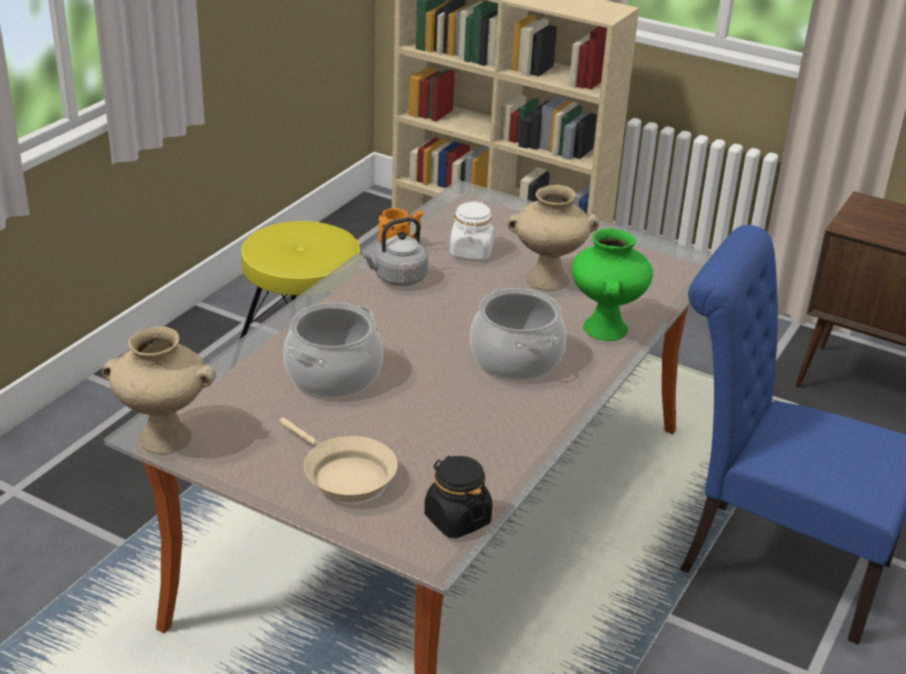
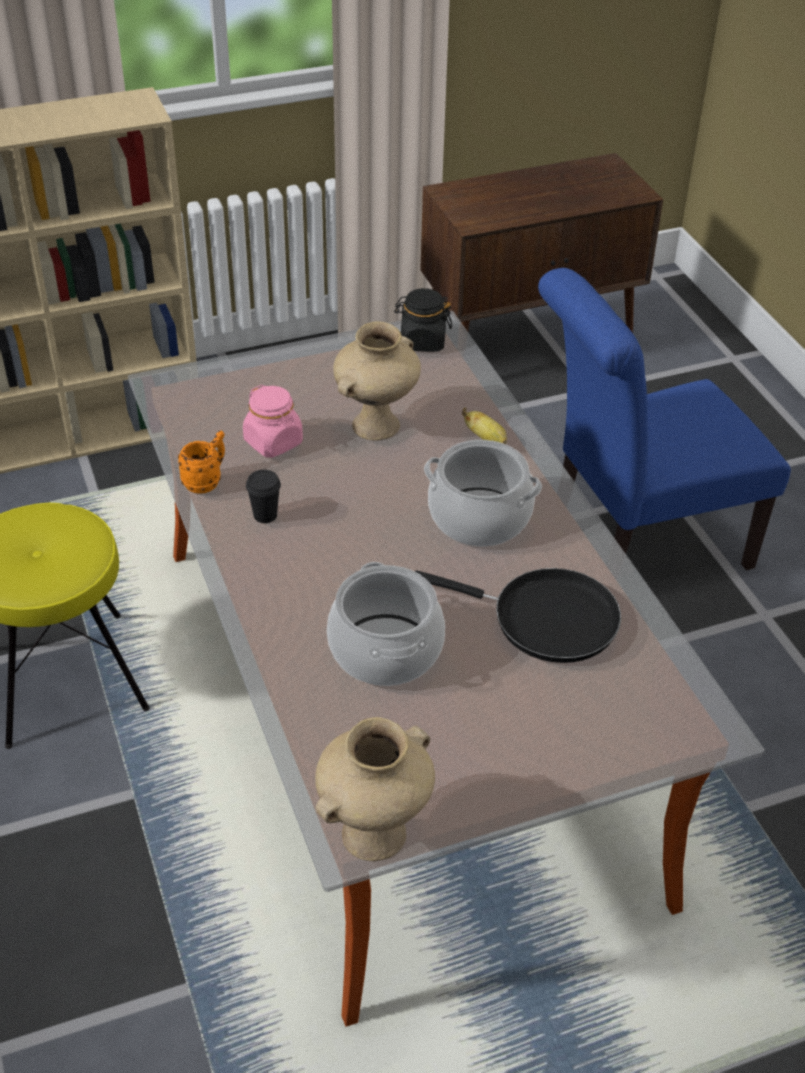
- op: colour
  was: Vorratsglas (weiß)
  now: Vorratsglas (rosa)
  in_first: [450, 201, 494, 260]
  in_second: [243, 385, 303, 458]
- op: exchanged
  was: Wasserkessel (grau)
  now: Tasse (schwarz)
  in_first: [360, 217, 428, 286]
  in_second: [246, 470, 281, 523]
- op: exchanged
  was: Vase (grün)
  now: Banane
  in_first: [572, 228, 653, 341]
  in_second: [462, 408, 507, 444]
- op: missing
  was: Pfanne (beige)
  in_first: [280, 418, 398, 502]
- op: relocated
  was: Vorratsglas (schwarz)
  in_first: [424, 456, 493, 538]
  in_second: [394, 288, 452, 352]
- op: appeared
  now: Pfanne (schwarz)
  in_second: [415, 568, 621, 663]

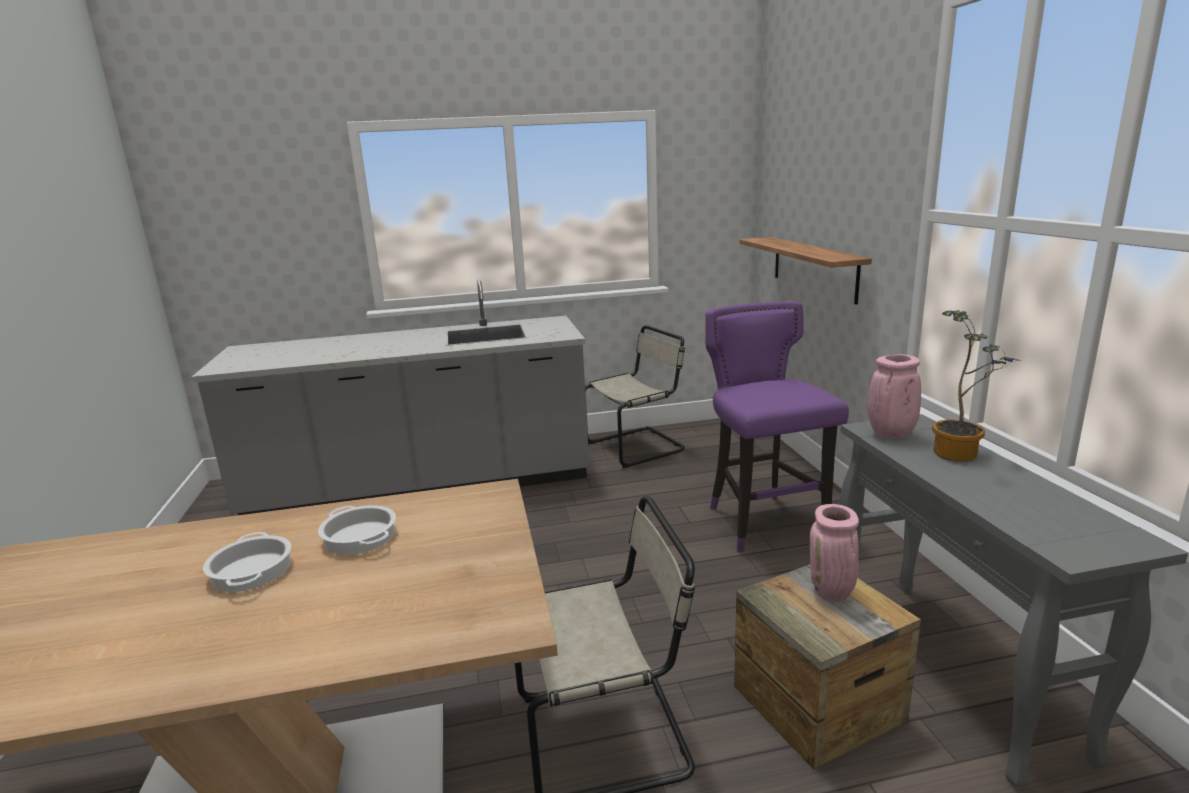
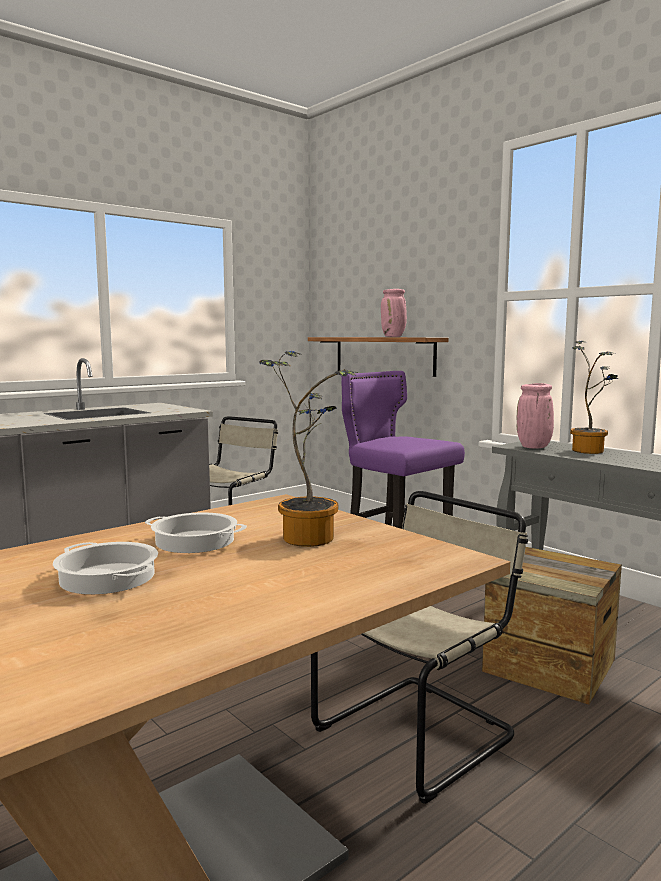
- op: relocated
  was: Vase (rosa)
  in_first: [810, 504, 859, 602]
  in_second: [381, 289, 407, 337]
- op: appeared
  now: Topfpflanze
  in_second: [259, 351, 358, 547]

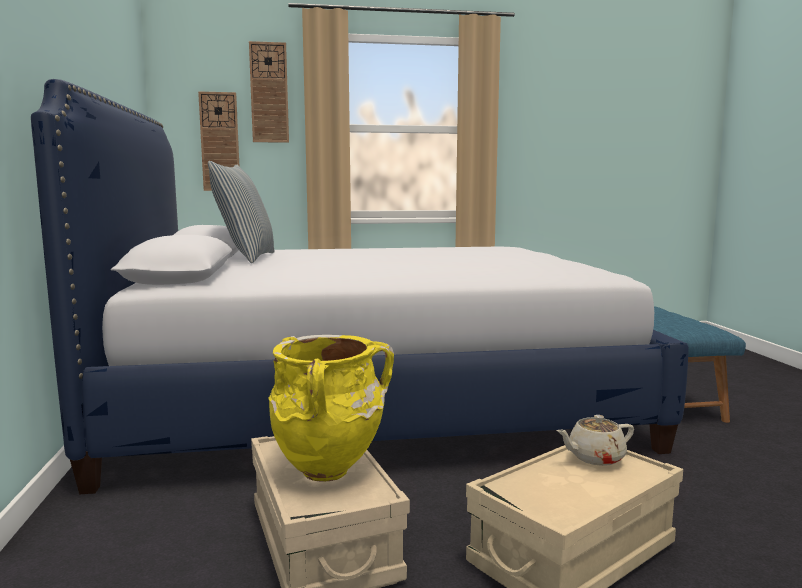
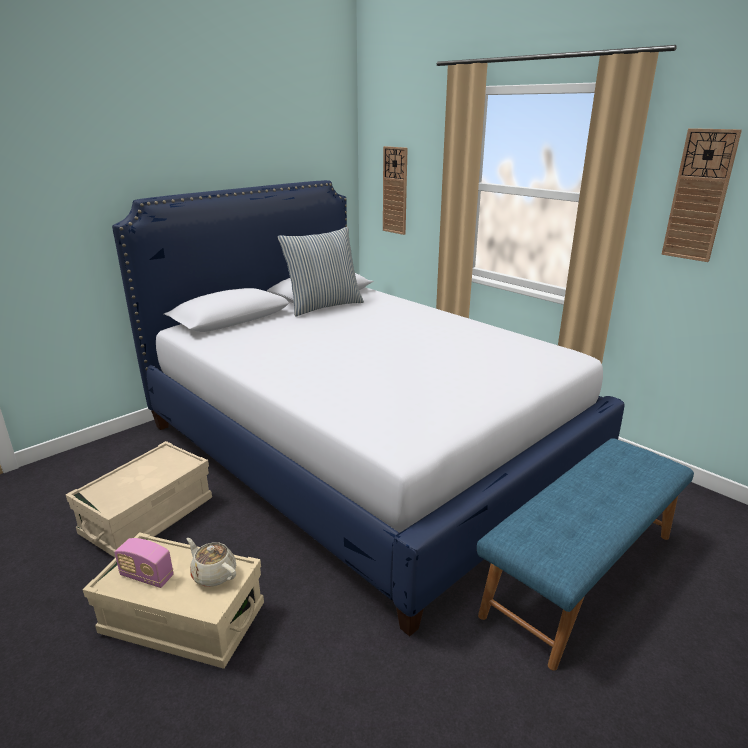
- op: relocated
  was: Wanduhr
  in_first: [249, 41, 289, 143]
  in_second: [661, 128, 742, 262]
- op: missing
  was: Vase (gelb)
  in_first: [268, 335, 394, 481]
- op: appeared
  now: Radio
  in_second: [115, 538, 174, 588]

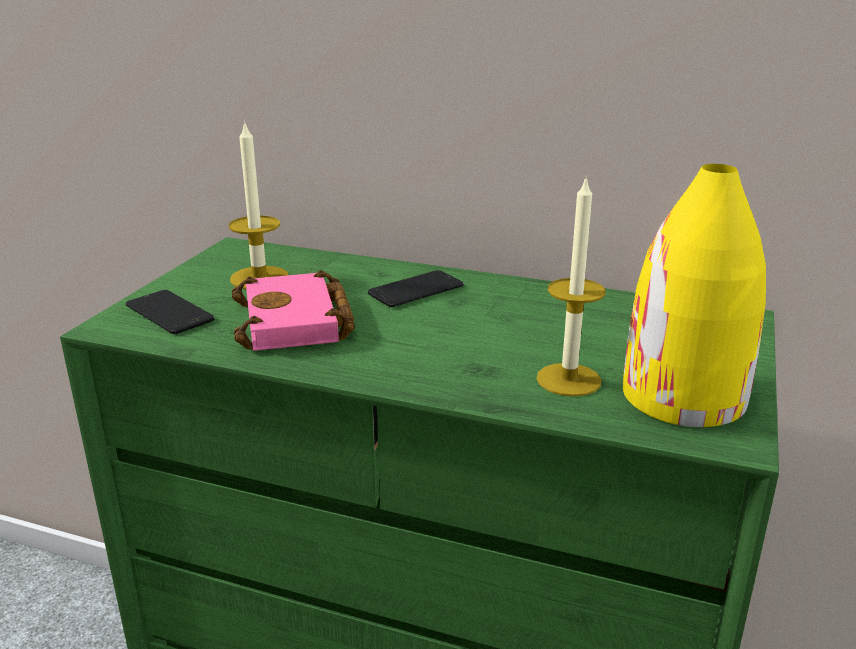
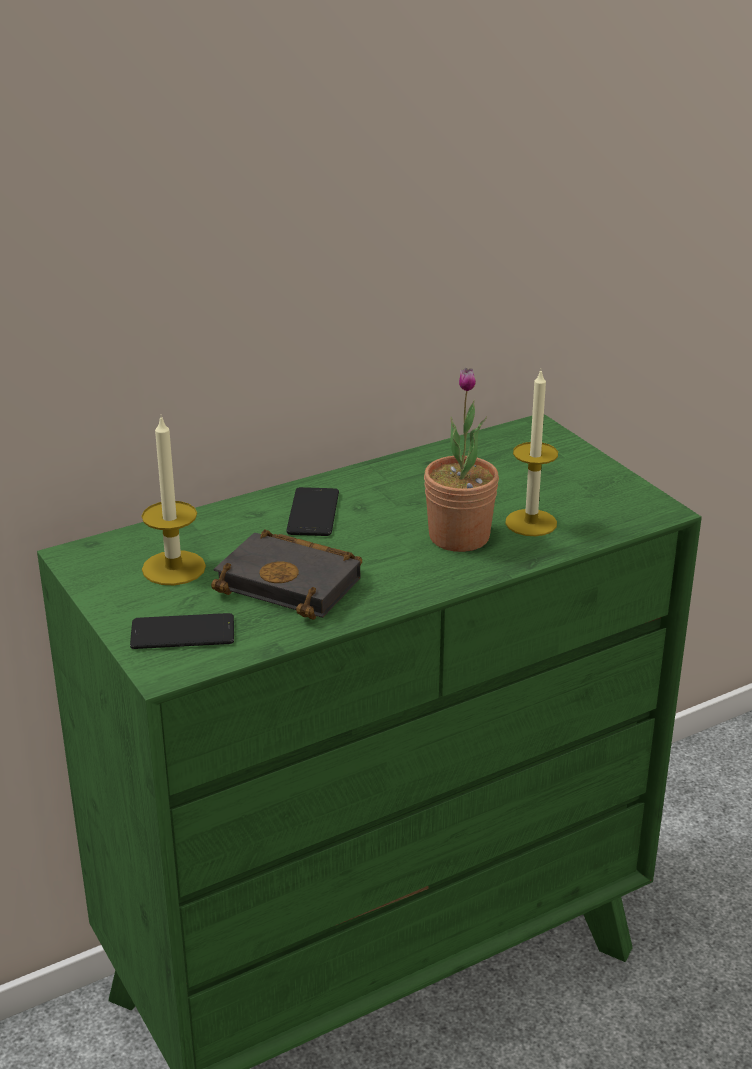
- op: missing
  was: Vase (gelb)
  in_first: [623, 164, 766, 427]
- op: colour
  was: Buch (rosa)
  now: Buch (schwarz)
  in_first: [232, 270, 355, 351]
  in_second: [211, 530, 362, 620]
- op: appeared
  now: Topfpflanze
  in_second: [424, 368, 499, 552]

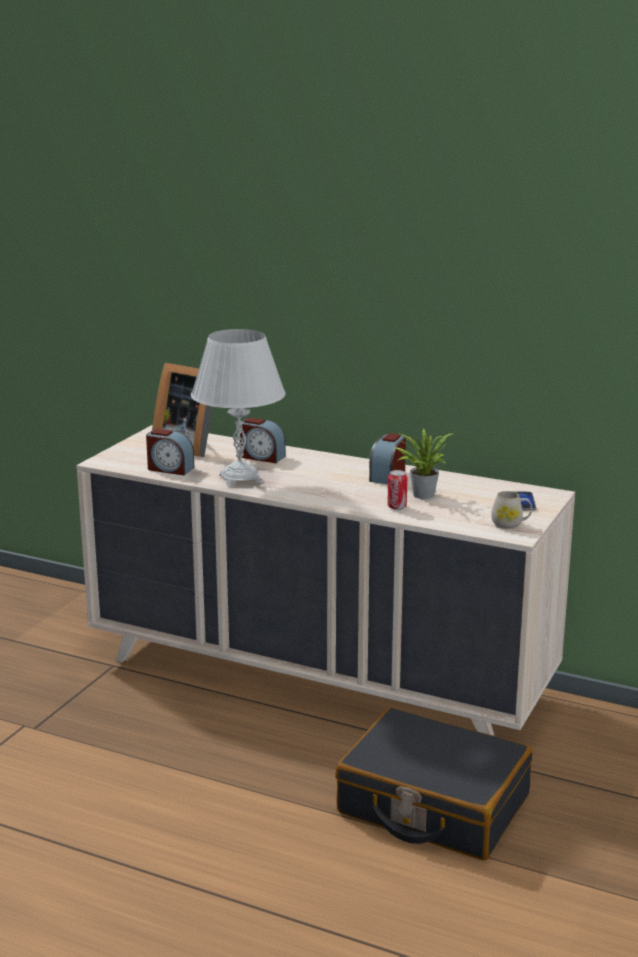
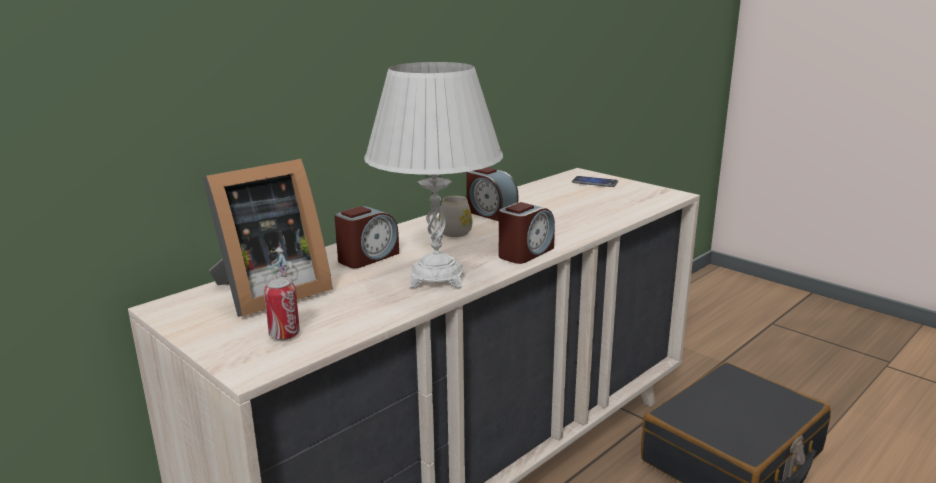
- op: missing
  was: Topfpflanze
  in_first: [394, 428, 453, 499]
- op: relocated
  was: Wecker
  in_first: [146, 429, 194, 475]
  in_second: [499, 202, 555, 264]
- op: relocated
  was: Dose
  in_first: [387, 470, 408, 510]
  in_second: [264, 277, 300, 340]
- op: relocated
  was: Henkelbecher (weiß)
  in_first: [491, 491, 532, 529]
  in_second: [438, 196, 472, 237]

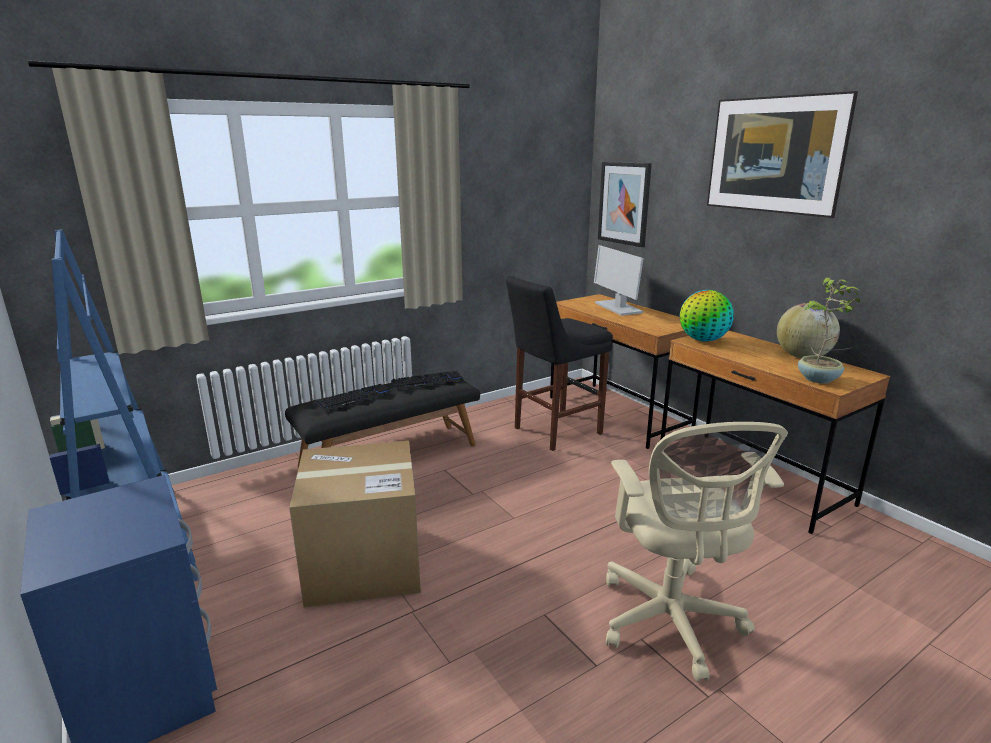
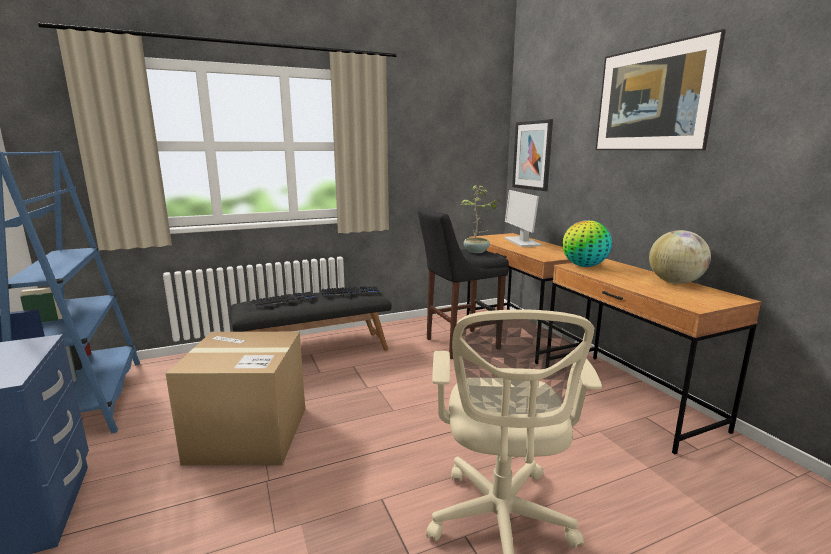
- op: relocated
  was: Topfpflanze
  in_first: [798, 277, 860, 384]
  in_second: [461, 185, 500, 253]

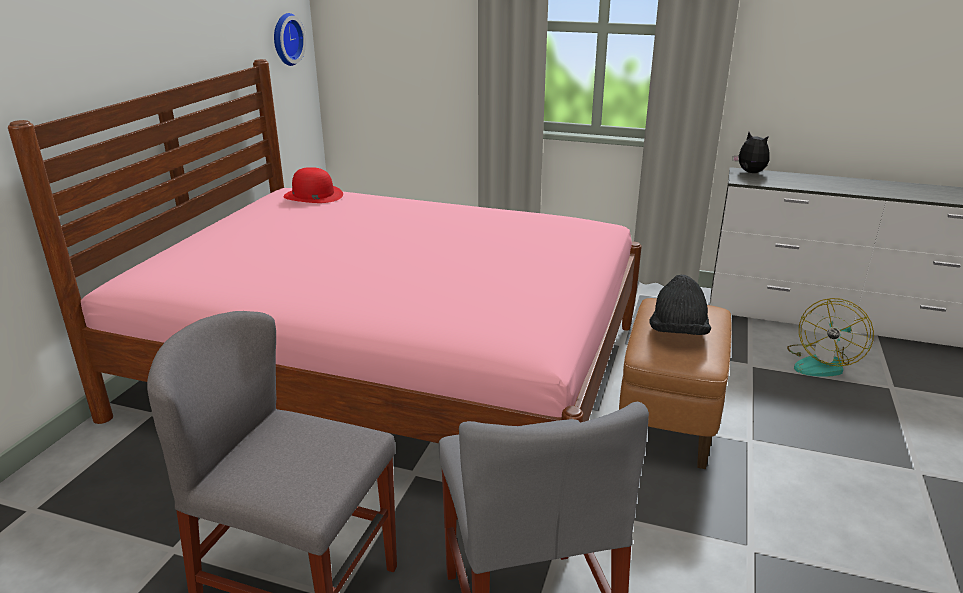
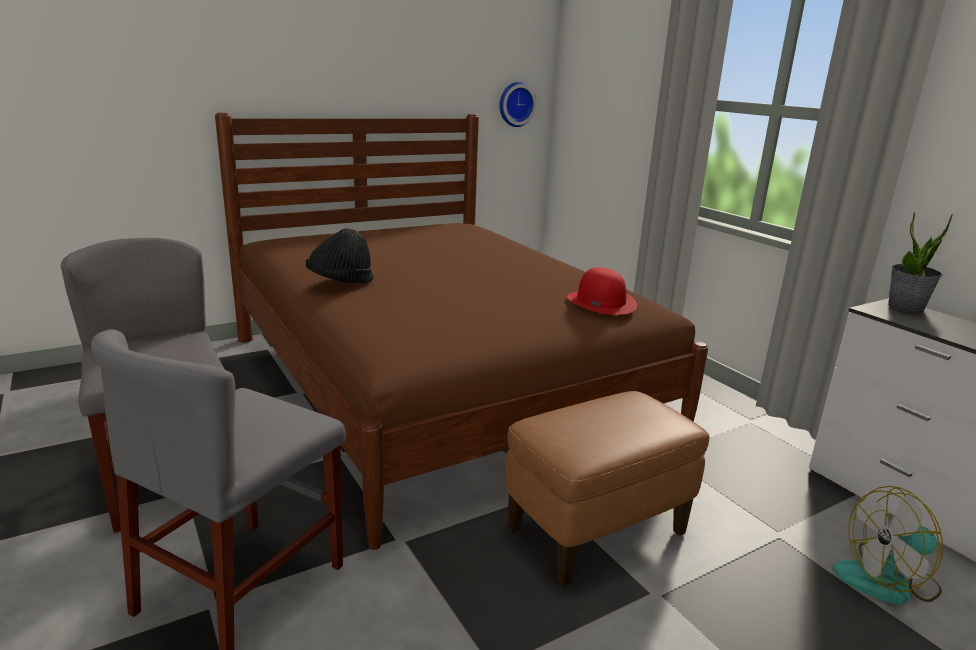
- op: colour
  was: Bett (rosa)
  now: Bett (braun)
  in_first: [8, 59, 642, 443]
  in_second: [215, 113, 708, 550]
- op: exchanged
  was: Plüschtier
  now: Topfpflanze
  in_first: [733, 132, 770, 173]
  in_second: [888, 212, 953, 313]
- op: relocated
  was: Hut (rot)
  in_first: [284, 167, 343, 203]
  in_second: [566, 267, 637, 315]
- op: relocated
  was: Hut (schwarz)
  in_first: [649, 275, 711, 335]
  in_second: [306, 228, 374, 283]

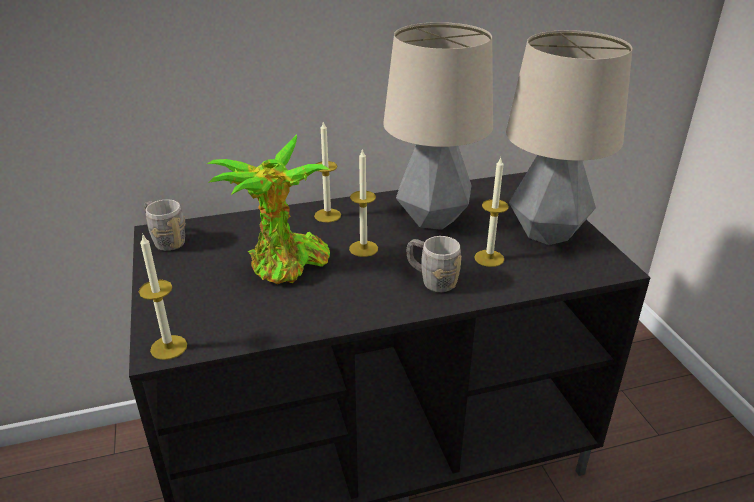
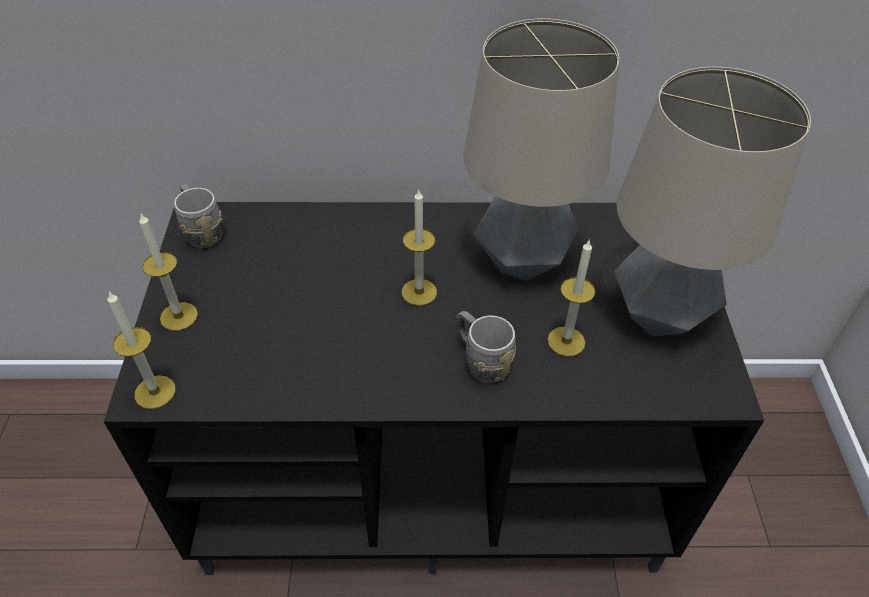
- op: relocated
  was: Kerze
  in_first: [314, 121, 341, 223]
  in_second: [139, 214, 198, 331]
- op: missing
  was: Topfpflanze
  in_first: [207, 134, 330, 284]

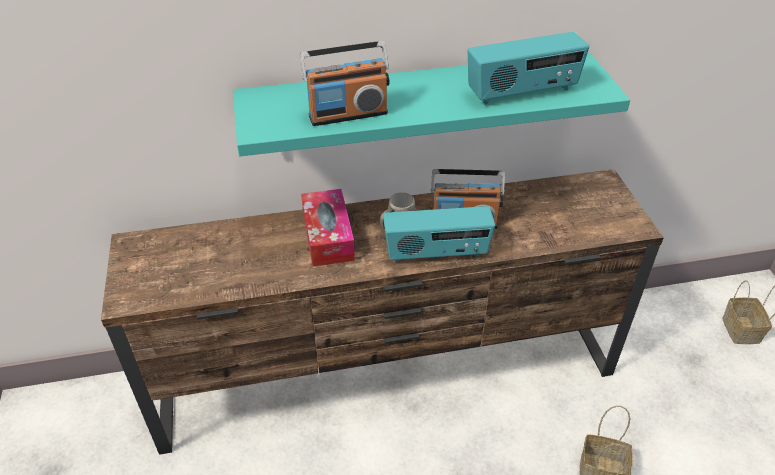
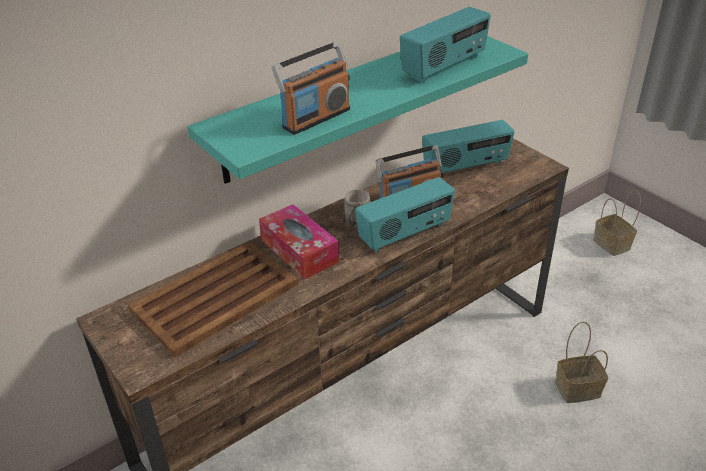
- op: appeared
  now: Radio
  in_second: [422, 120, 515, 173]
- op: appeared
  now: Tablett (braun)
  in_second: [128, 242, 298, 357]

